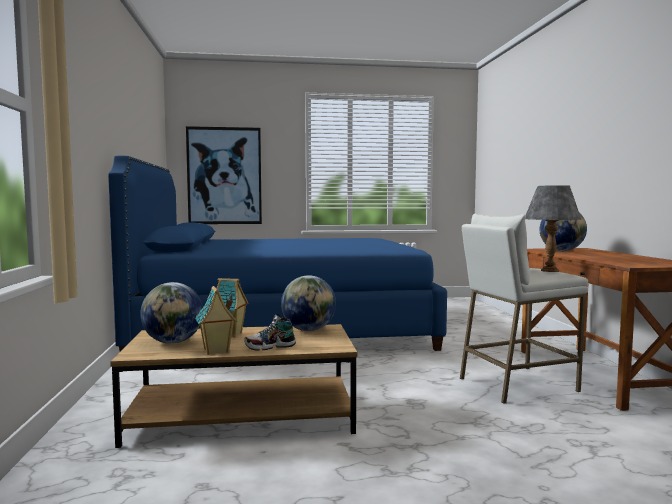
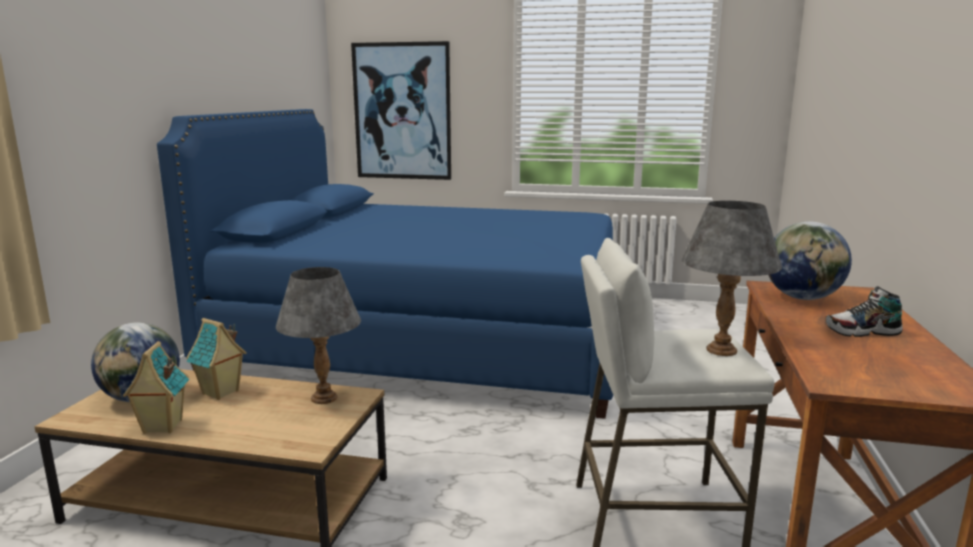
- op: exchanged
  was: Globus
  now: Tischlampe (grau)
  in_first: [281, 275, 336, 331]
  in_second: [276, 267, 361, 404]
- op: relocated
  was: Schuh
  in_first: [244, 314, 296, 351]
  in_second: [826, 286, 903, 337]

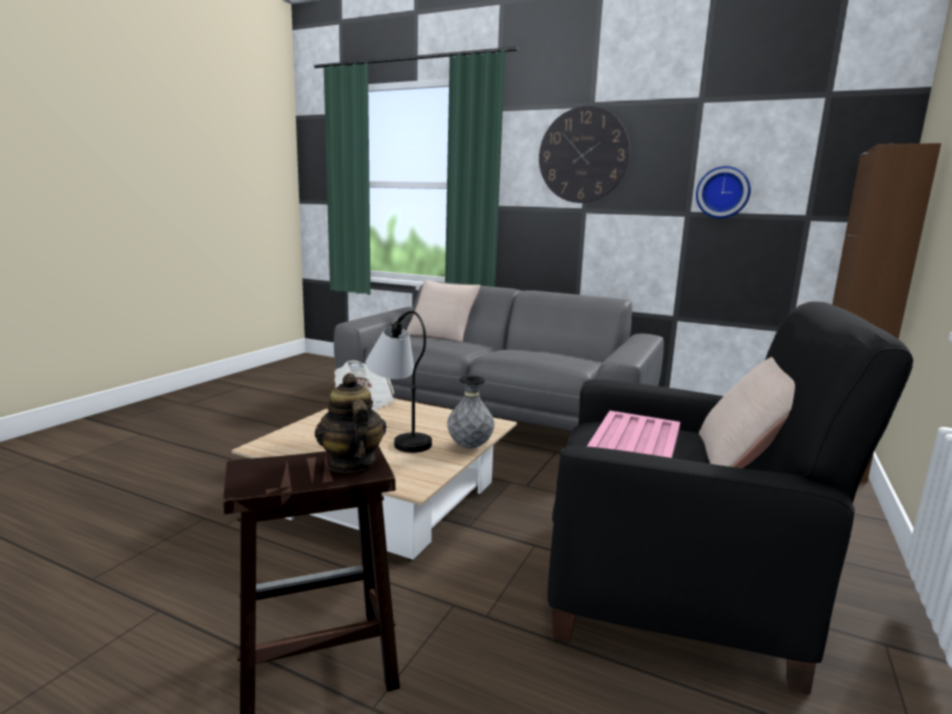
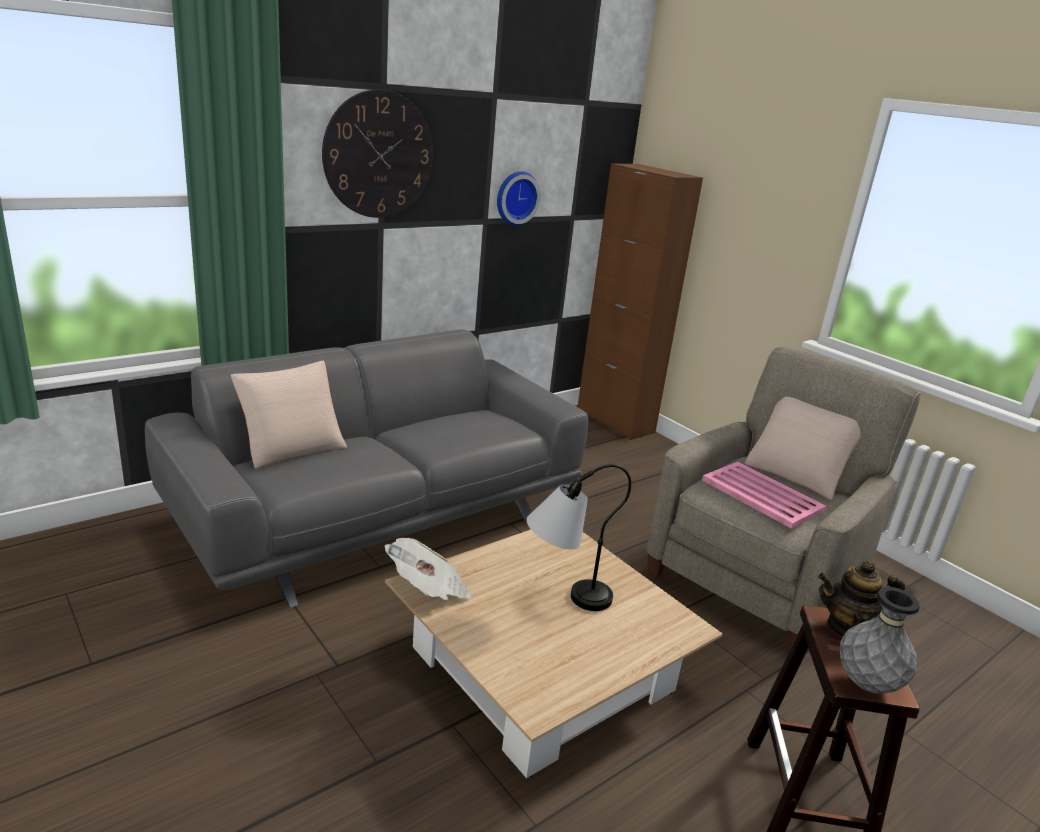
- op: colour
  was: Sessel (schwarz)
  now: Sessel (beige)
  in_first: [547, 301, 913, 695]
  in_second: [647, 347, 921, 652]
- op: relocated
  was: Vase (grau)
  in_first: [447, 376, 495, 449]
  in_second: [839, 587, 920, 694]

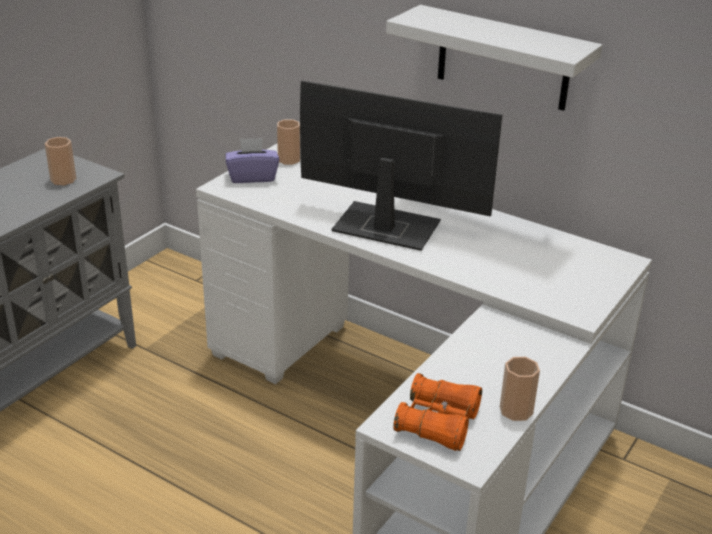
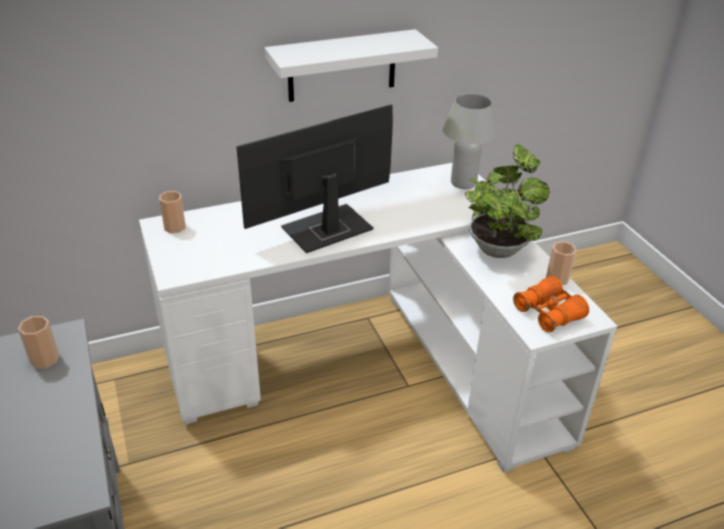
- op: missing
  was: Taschentuchbox (lila)
  in_first: [226, 138, 279, 183]
- op: appeared
  now: Tischlampe (weiß)
  in_second: [442, 94, 498, 189]
- op: appeared
  now: Topfpflanze
  in_second: [465, 145, 549, 258]

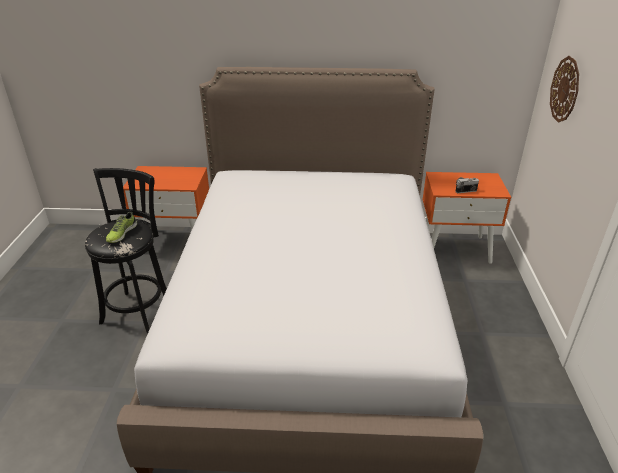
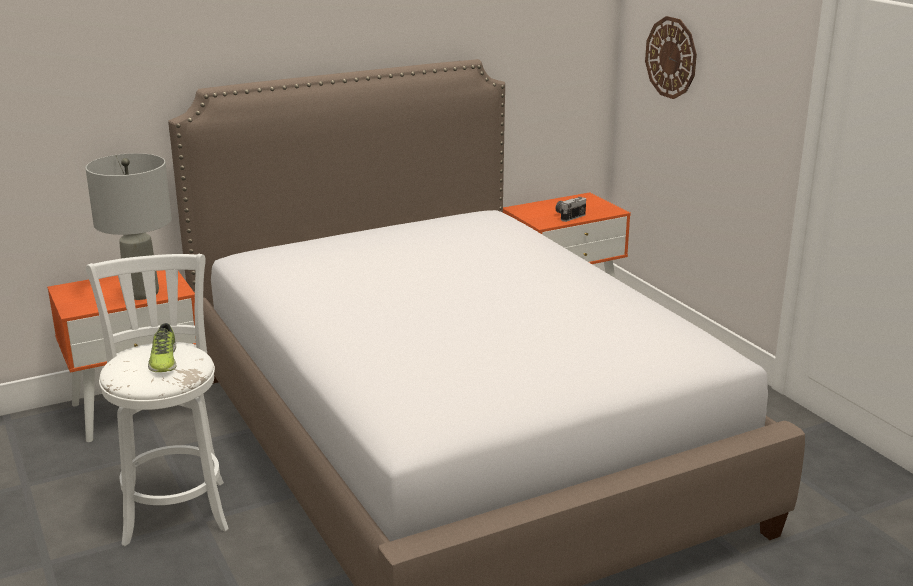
- op: colour
  was: Hocker (schwarz)
  now: Hocker (weiß)
  in_first: [85, 168, 167, 334]
  in_second: [86, 254, 229, 546]
- op: appeared
  now: Tischlampe (grau)
  in_second: [85, 153, 172, 300]

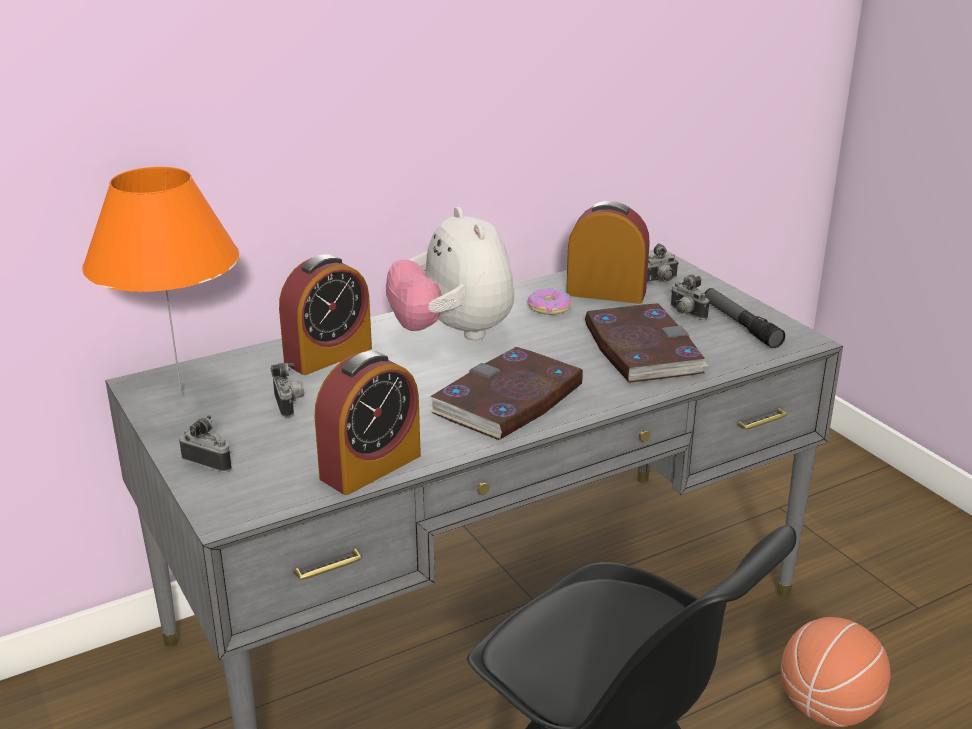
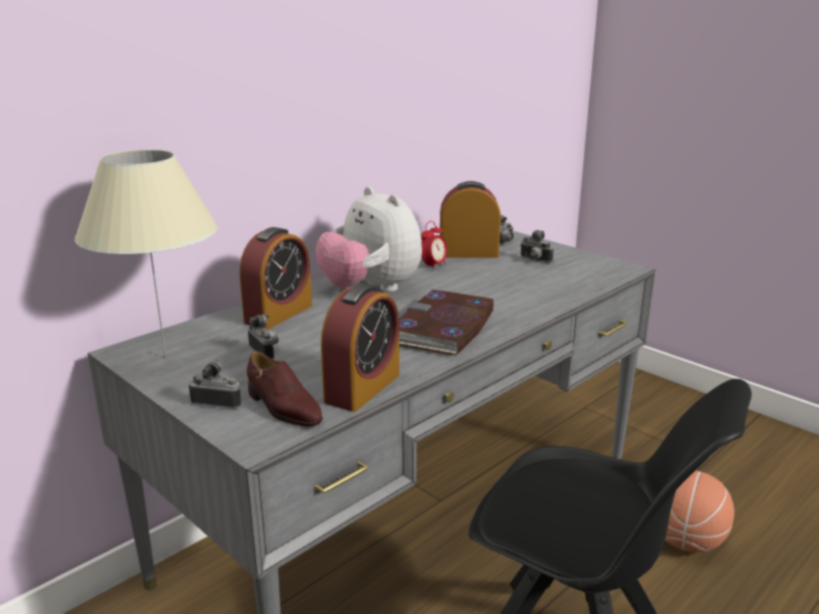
- op: colour
  was: Tischlampe (orange)
  now: Tischlampe (beige)
  in_first: [82, 167, 240, 397]
  in_second: [75, 150, 218, 357]
- op: exchanged
  was: Donut
  now: Wecker
  in_first: [528, 288, 572, 315]
  in_second: [421, 221, 447, 270]
- op: missing
  was: Taschenlampe
  in_first: [705, 288, 785, 348]
- op: missing
  was: Buch
  in_first: [585, 303, 708, 383]
- op: appeared
  now: Schuh (braun)
  in_second: [247, 351, 323, 427]

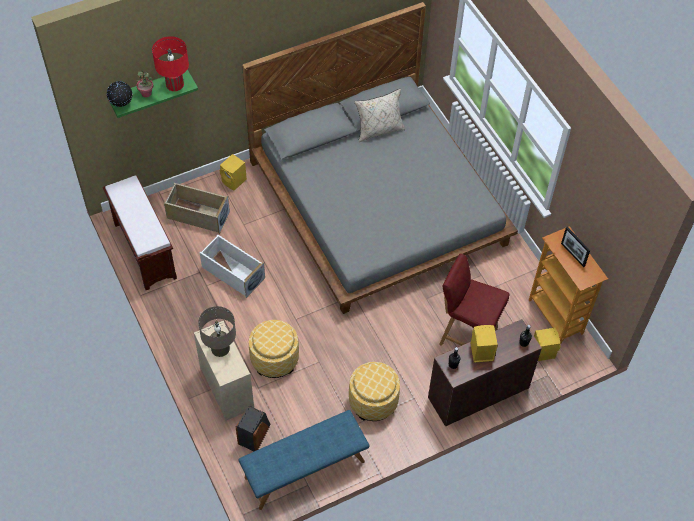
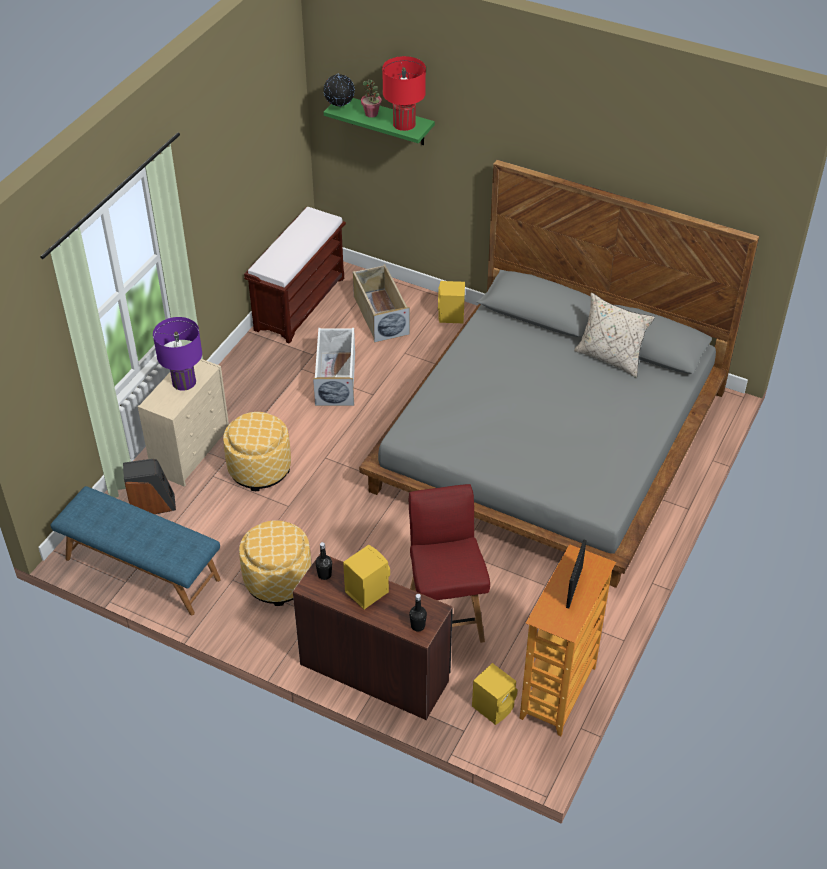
- op: colour
  was: Tischlampe (beige)
  now: Tischlampe (lila)
  in_first: [198, 306, 236, 357]
  in_second: [153, 317, 202, 391]

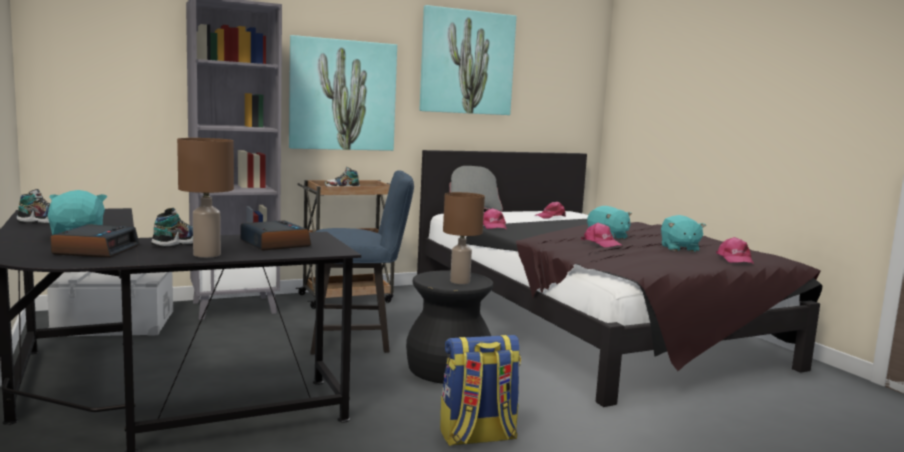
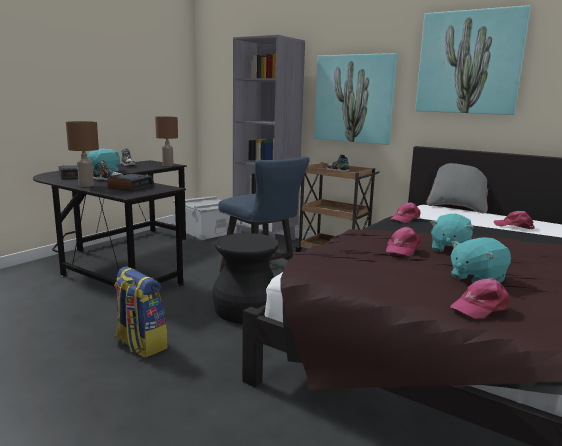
- op: relocated
  was: Tischlampe (braun)
  in_first: [443, 192, 485, 284]
  in_second: [155, 117, 178, 166]

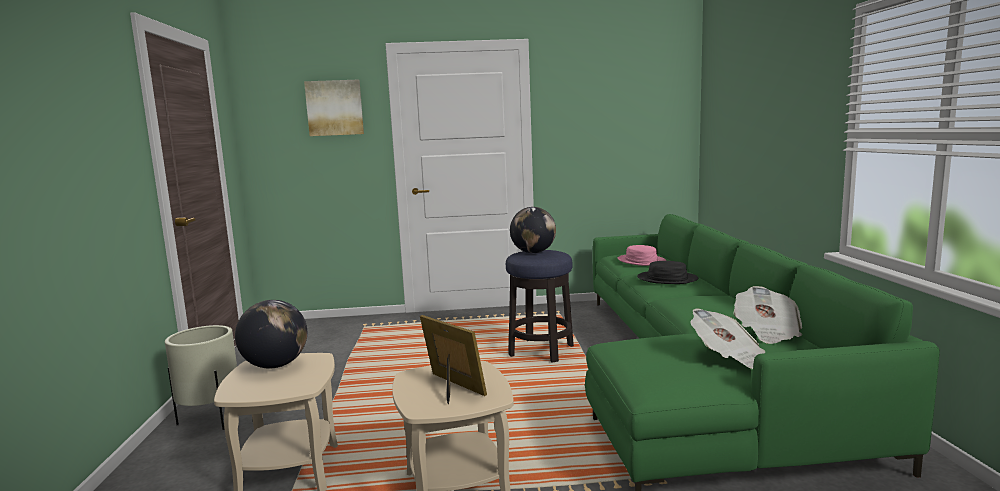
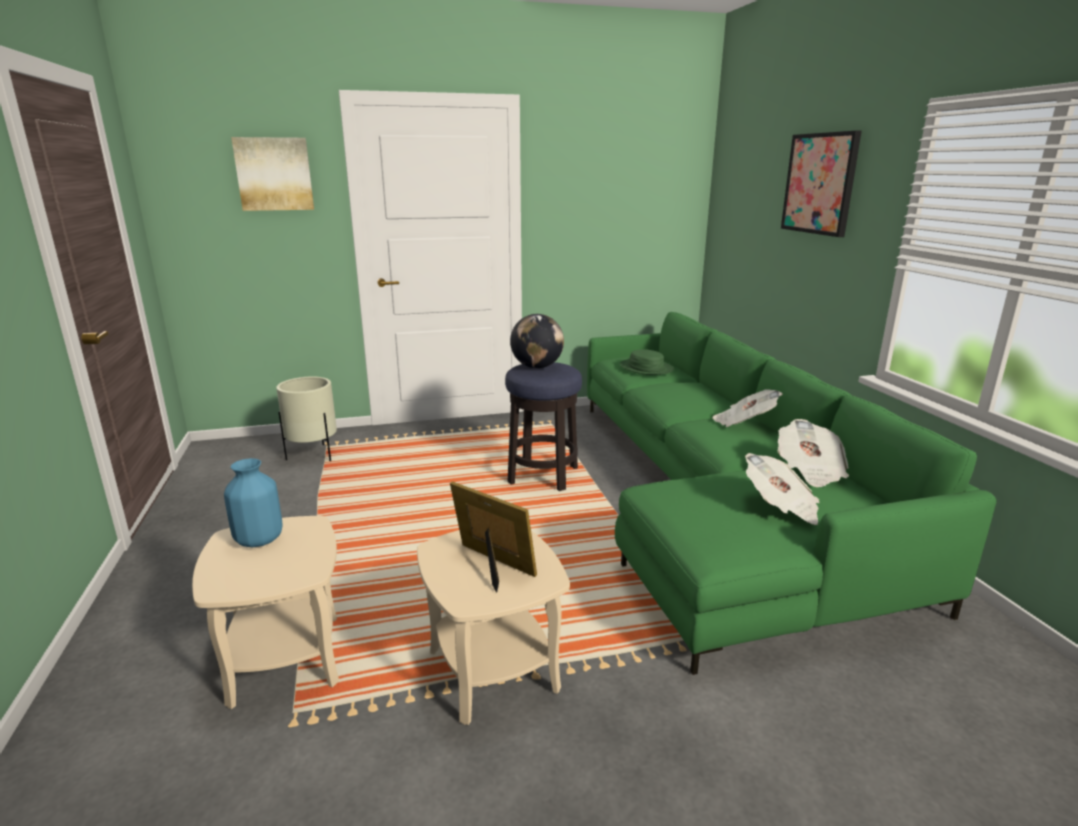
- op: colour
  was: Hut (rosa)
  now: Hut (grün)
  in_first: [618, 245, 666, 266]
  in_second: [620, 349, 674, 375]
- op: missing
  was: Hut (schwarz)
  in_first: [637, 261, 698, 284]
- op: exchanged
  was: Globus
  now: Vase (blau)
  in_first: [235, 300, 307, 368]
  in_second: [224, 458, 282, 547]
- op: relocated
  was: Pflanzkübel (beige)
  in_first: [165, 325, 237, 430]
  in_second: [276, 377, 337, 461]
- op: appeared
  now: Bild
  in_second: [781, 131, 862, 237]
- op: appeared
  now: Zeitung
  in_second: [712, 389, 783, 427]

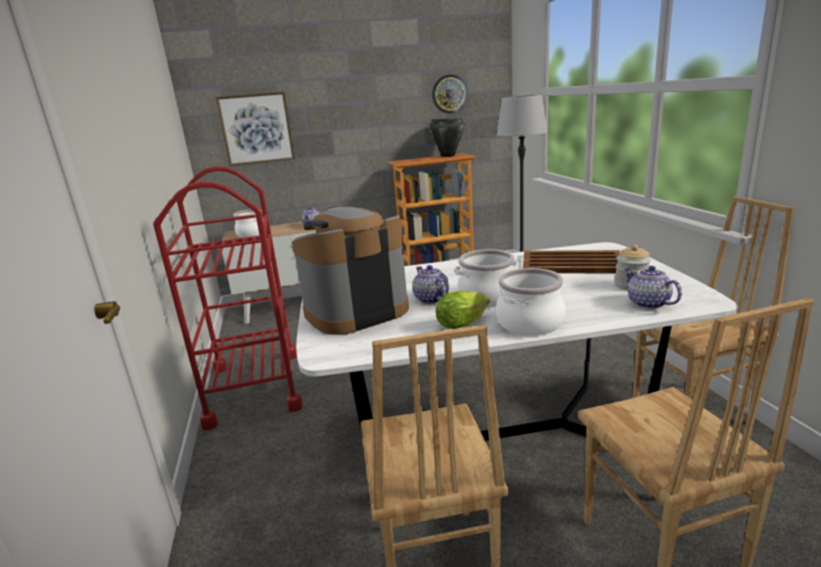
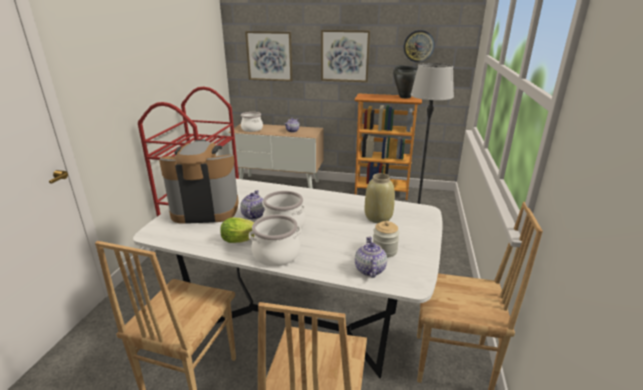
- op: exchanged
  was: Tablett (braun)
  now: Vase (beige)
  in_first: [523, 250, 620, 274]
  in_second: [365, 173, 395, 223]
- op: appeared
  now: Bild
  in_second: [321, 30, 370, 82]

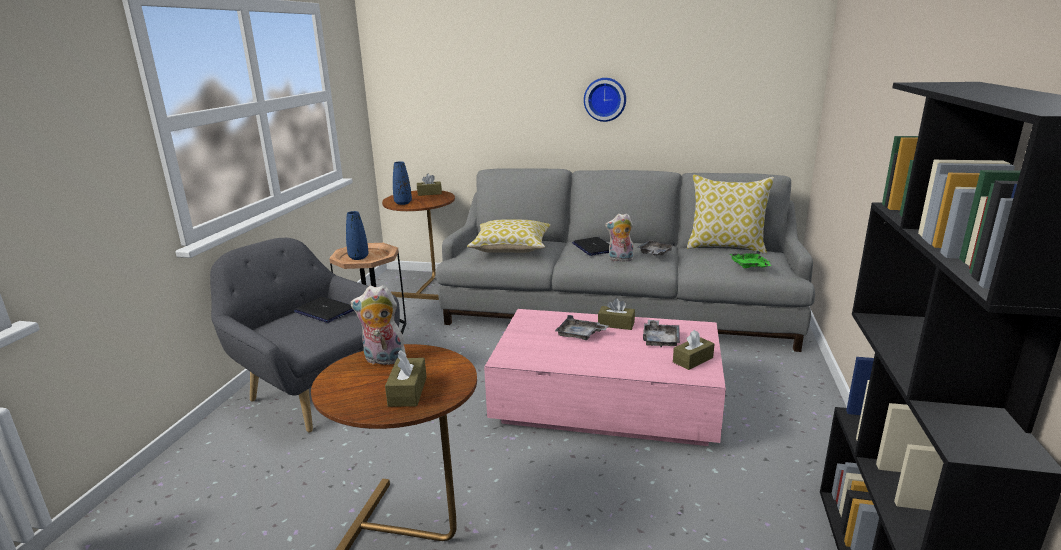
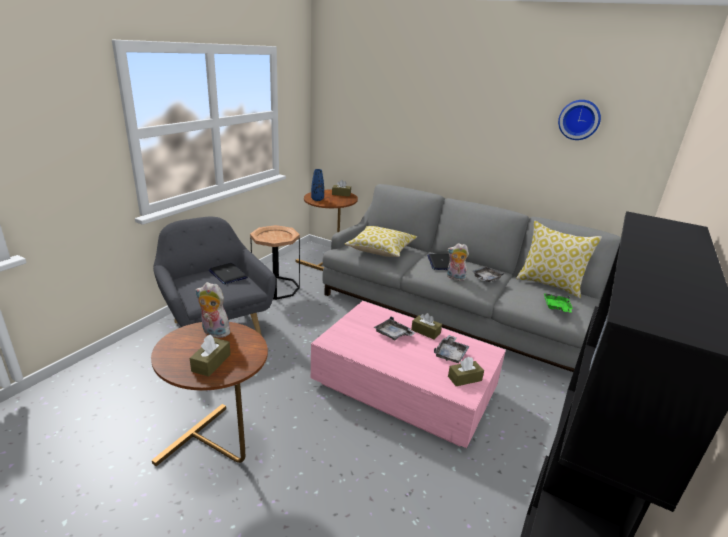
- op: relocated
  was: Wanduhr
  in_first: [584, 78, 626, 122]
  in_second: [558, 100, 601, 140]
- op: missing
  was: Vase (blau)
  in_first: [346, 211, 369, 260]

